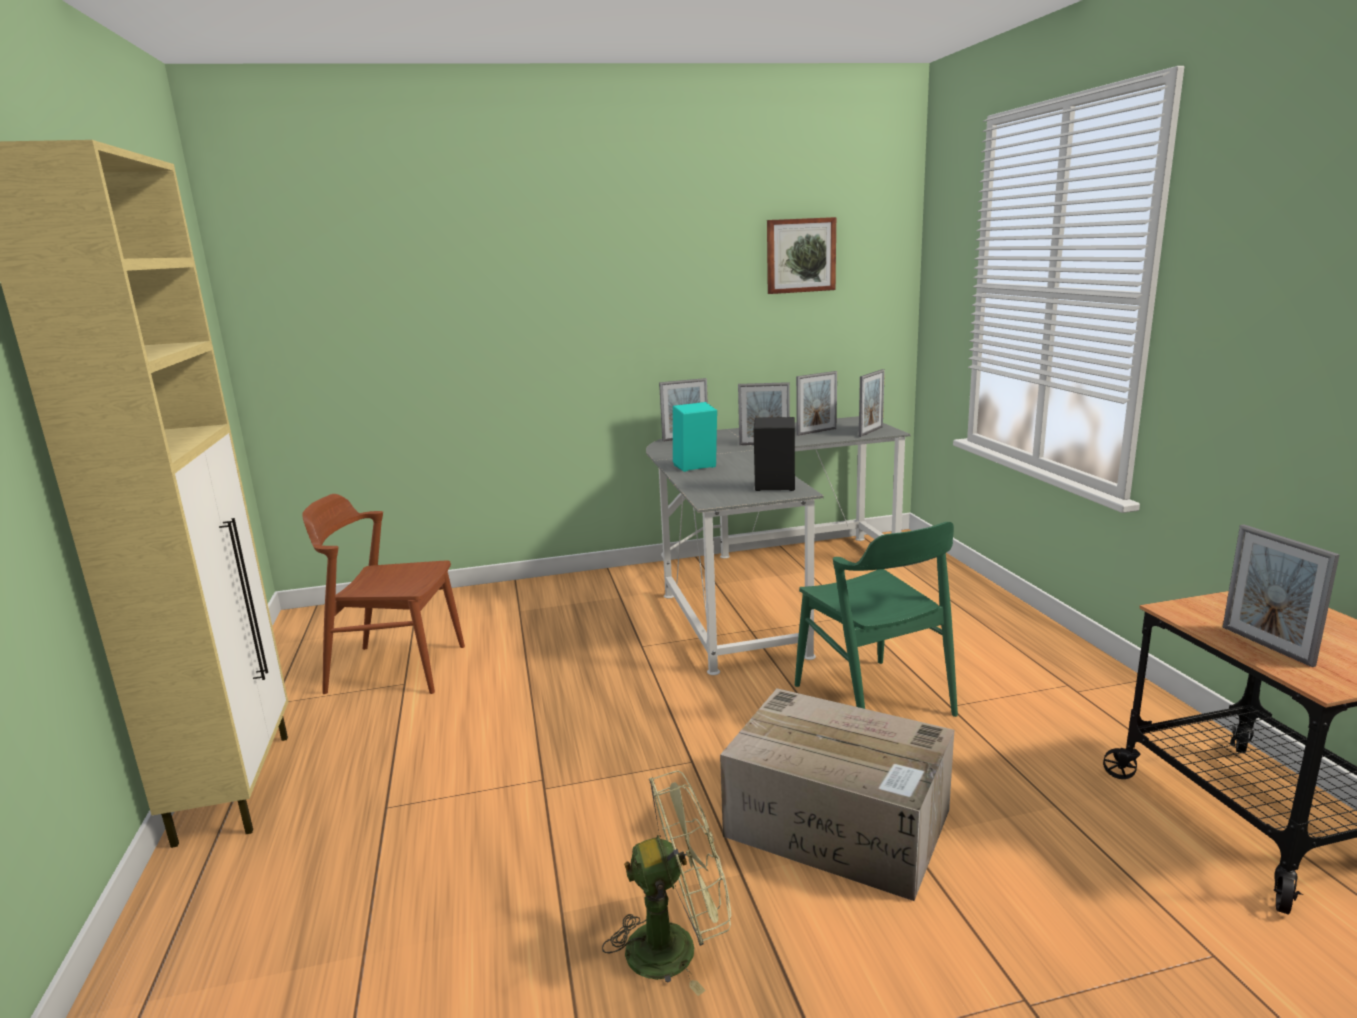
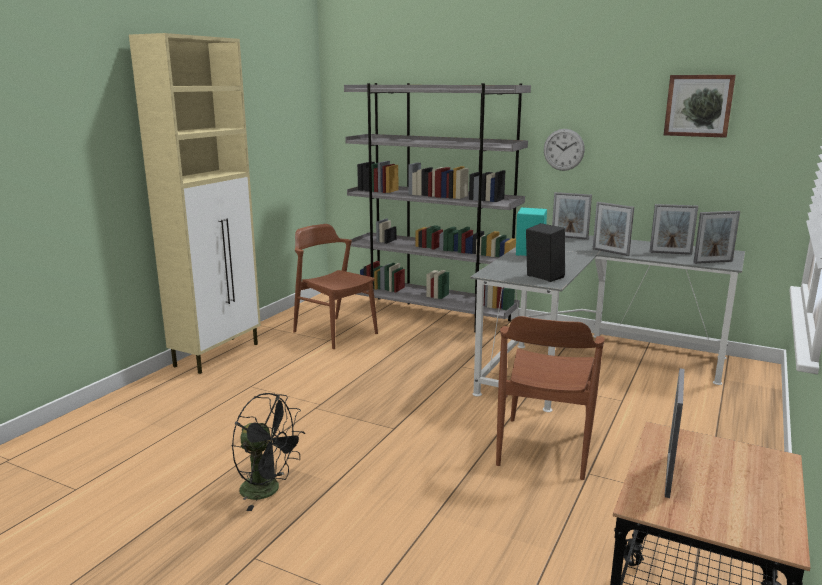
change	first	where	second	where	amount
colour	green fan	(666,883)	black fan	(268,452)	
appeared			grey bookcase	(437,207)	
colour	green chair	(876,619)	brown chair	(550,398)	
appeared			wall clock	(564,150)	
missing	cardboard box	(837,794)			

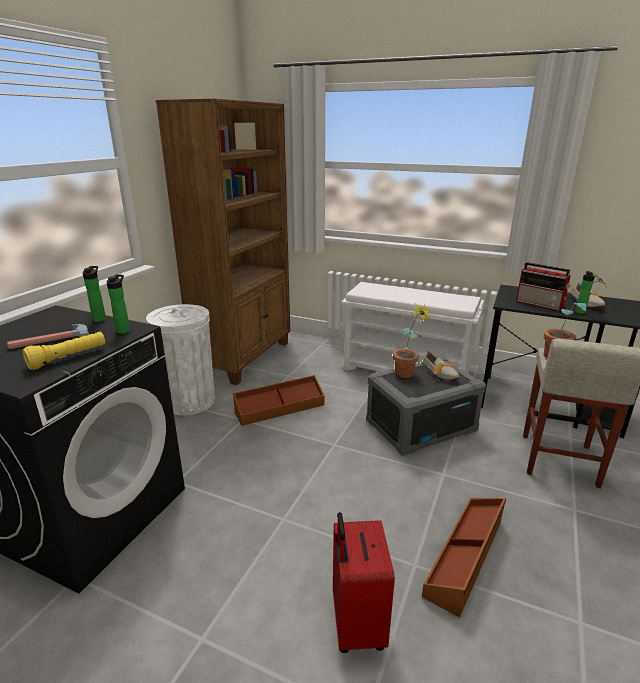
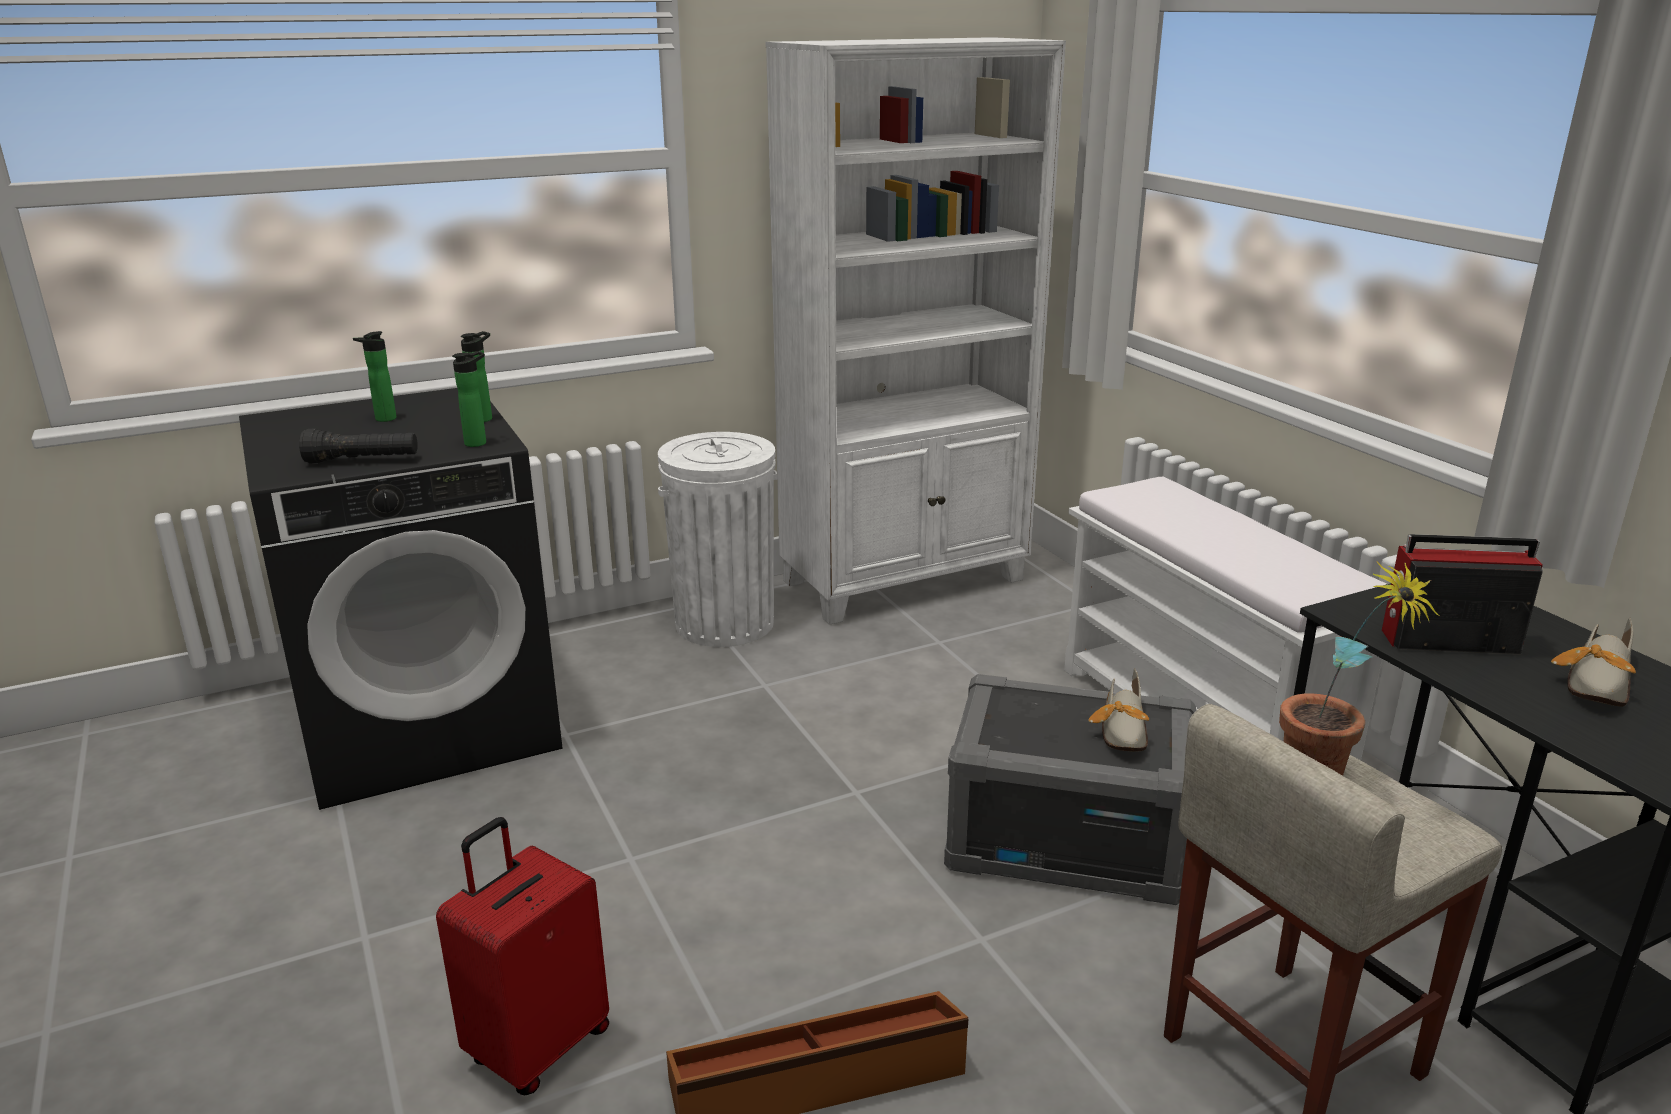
change	first	where	second	where	amount
colour	yellow flashlight	(63,351)	black flashlight	(358,446)	
relocated	bottle	(585,292)		(375,376)	
colour	brown bookcase	(223,242)	white bookcase	(916,331)	
spun	radio	(543,286)		(1462,594)	105 degrees clockwise
missing	hammer	(48,336)			
missing	brown storage box	(278,400)			
missing	potted plant	(413,341)			

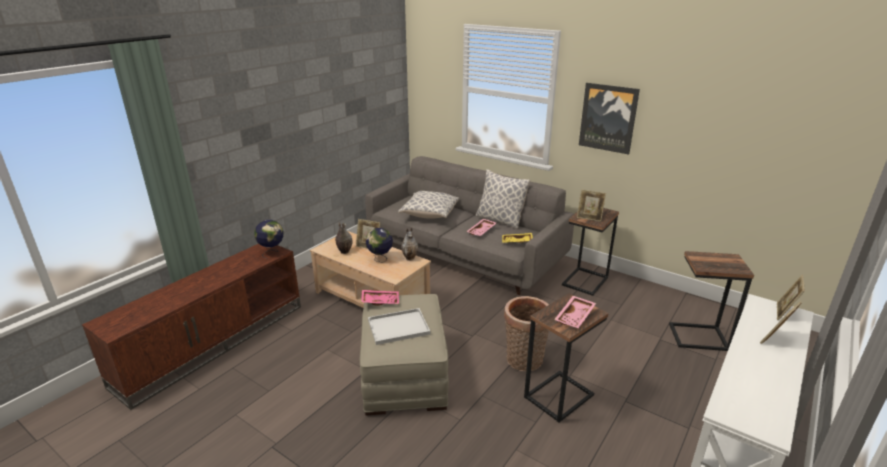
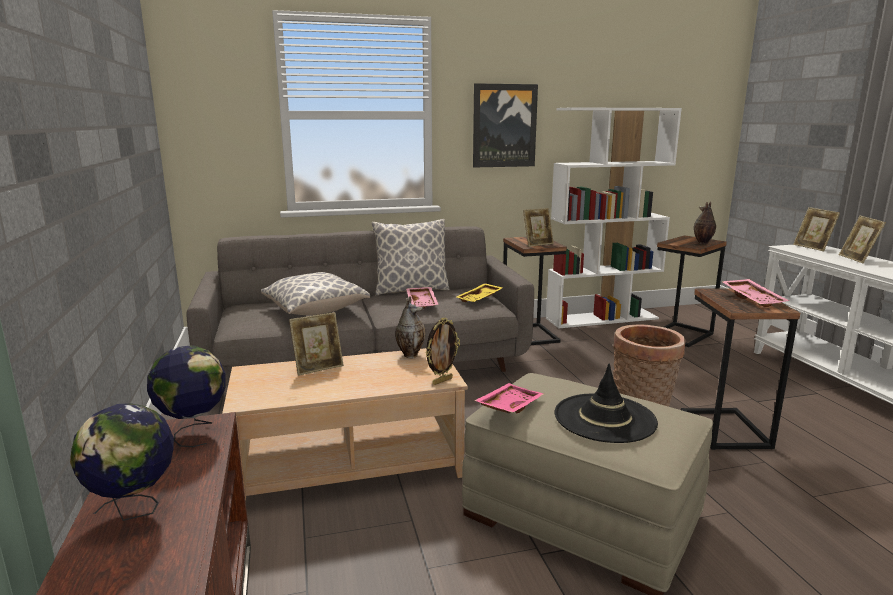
change	first	where	second	where	amount
relocated	globe	(379,245)		(122,462)	
appeared			picture frame	(443,351)	
appeared			white bookcase	(614,217)	
exchanged	white tray	(399,326)	black hat	(606,403)	
relocated	vase	(343,238)		(705,222)	

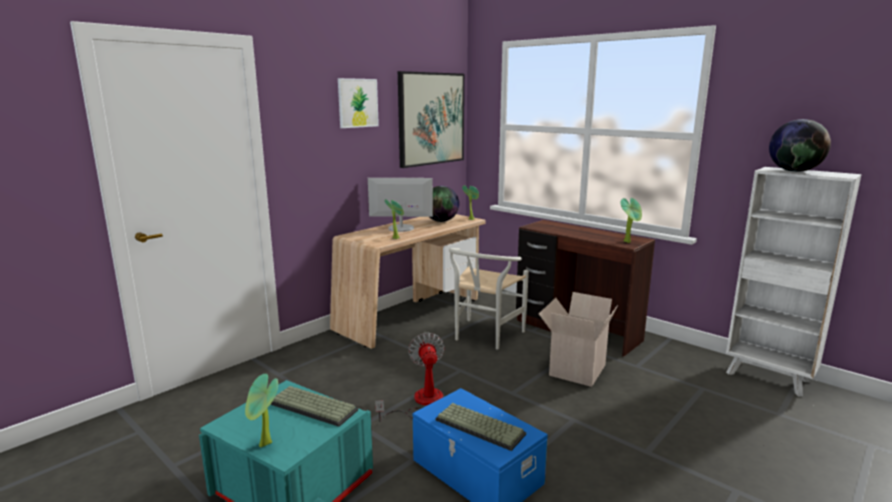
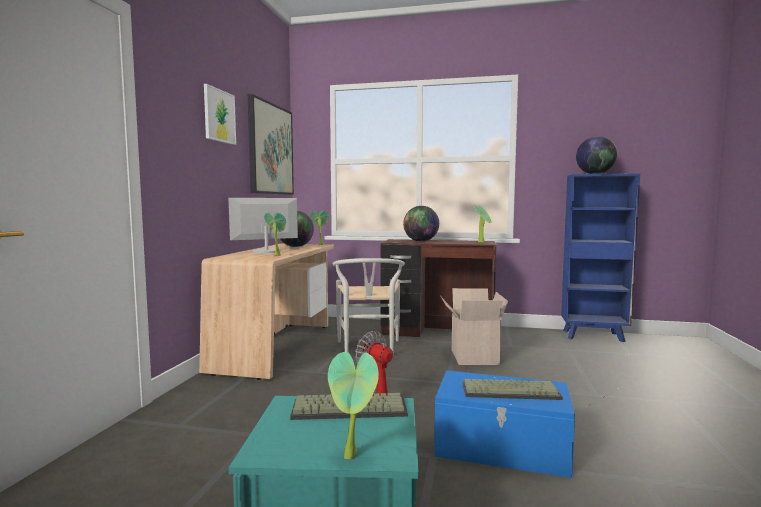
change	first	where	second	where	amount
appeared			globe	(421,224)	
colour	white bookcase	(794,281)	blue bookcase	(600,257)	

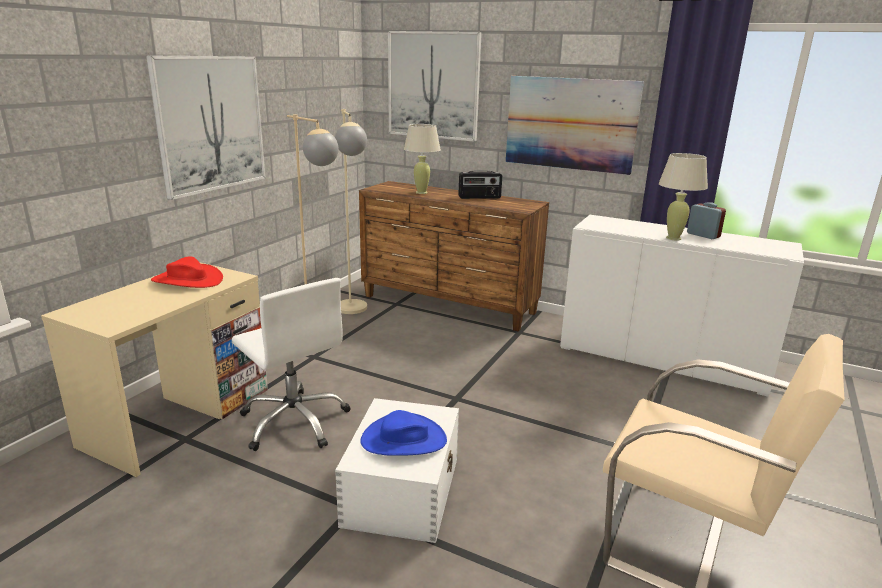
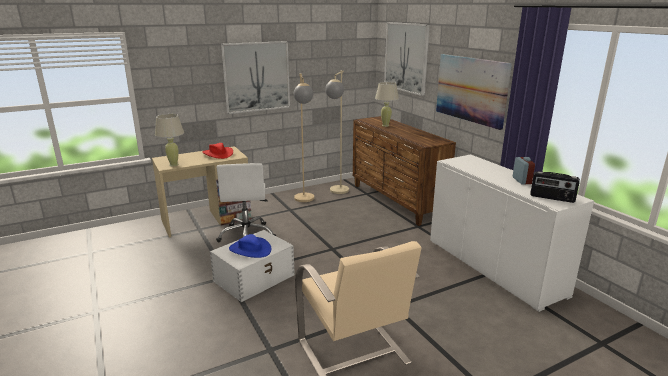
change	first	where	second	where	amount
relocated	beige table lamp	(683,197)		(169,140)	
relocated	radio	(480,184)		(555,187)	

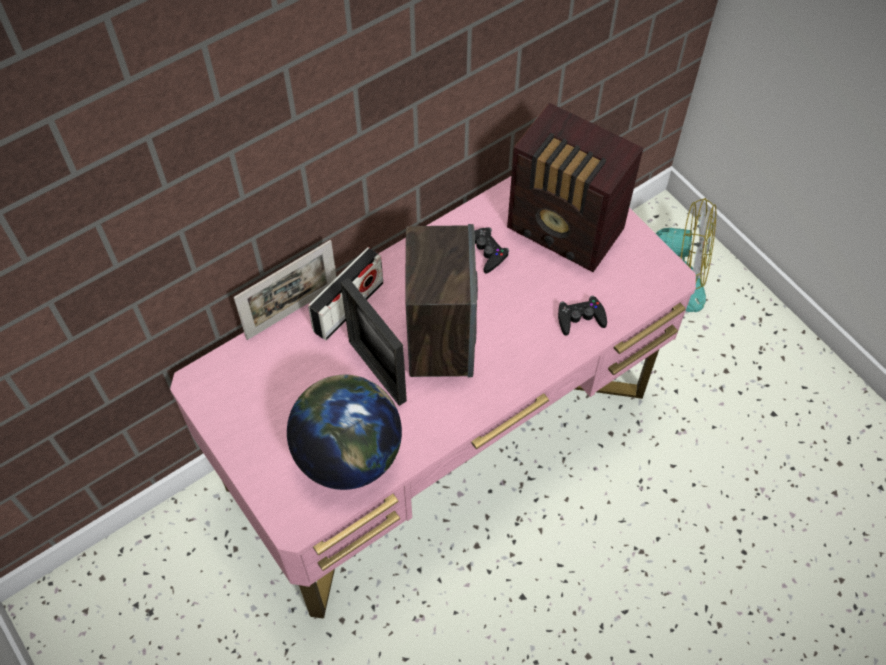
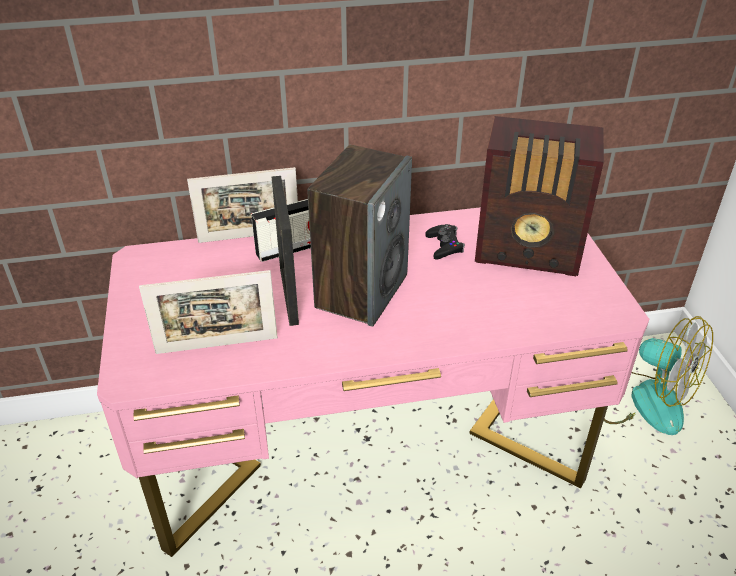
change	first	where	second	where	amount
exchanged	globe	(344,432)	picture frame	(208,312)	
spun	radio	(575,187)		(539,196)	45 degrees counterclockwise
missing	black game controller	(582,316)			

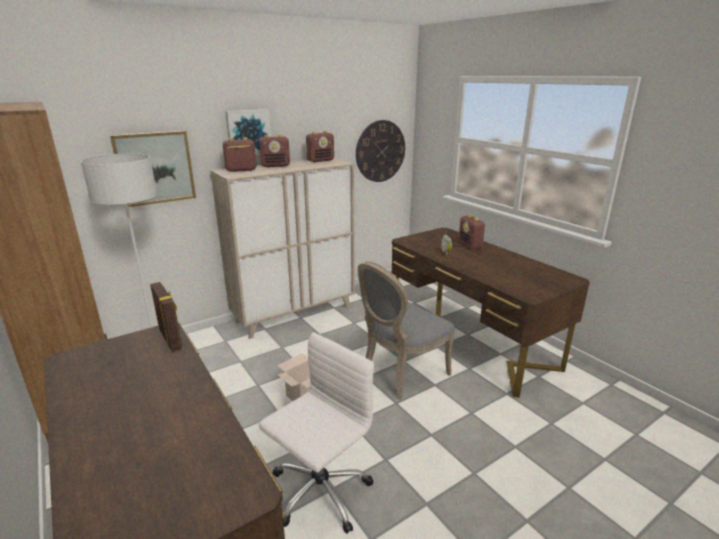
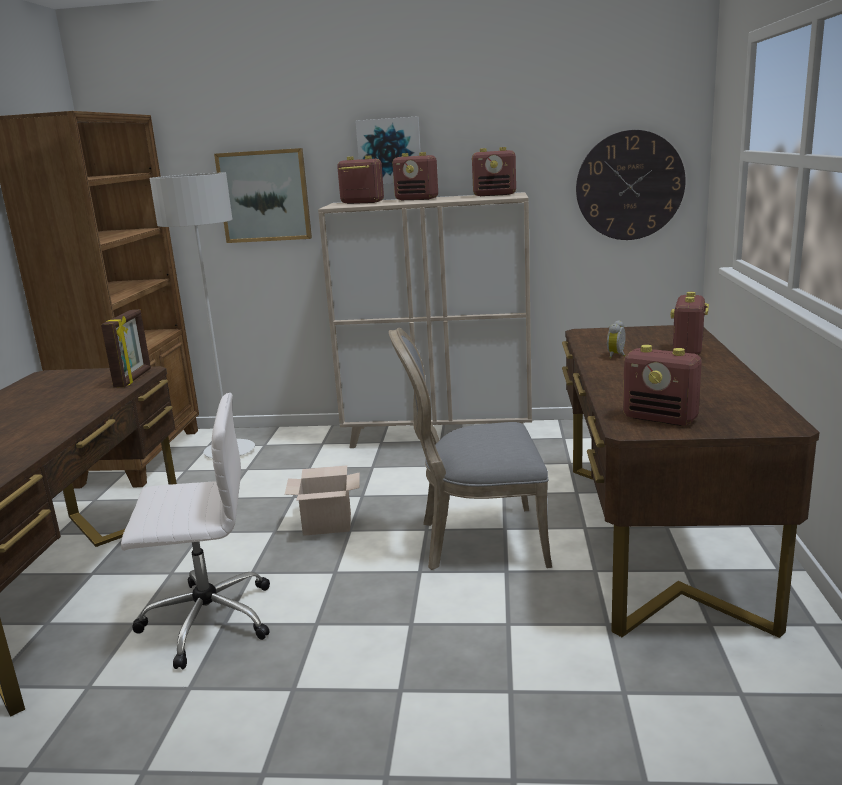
change	first	where	second	where	amount
appeared			radio	(662,385)	

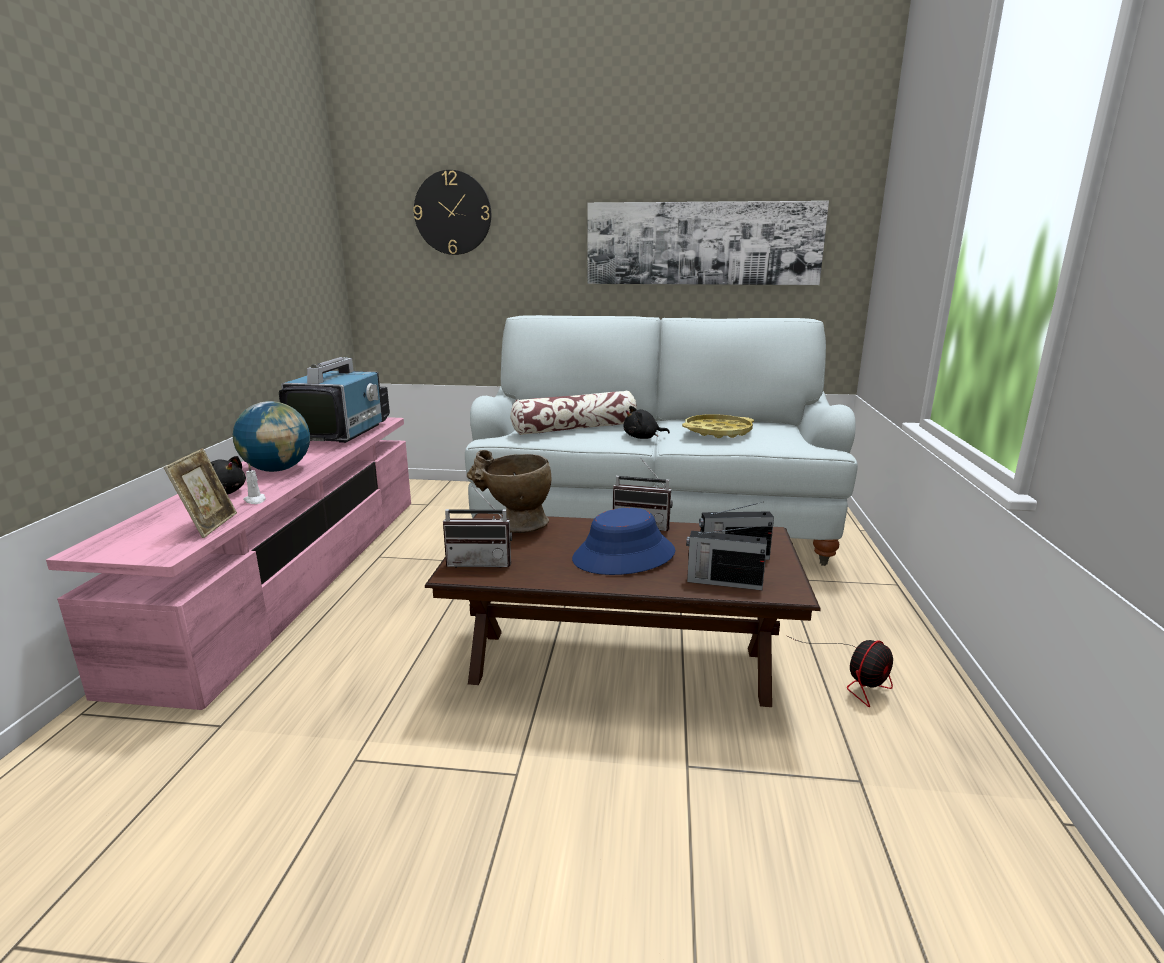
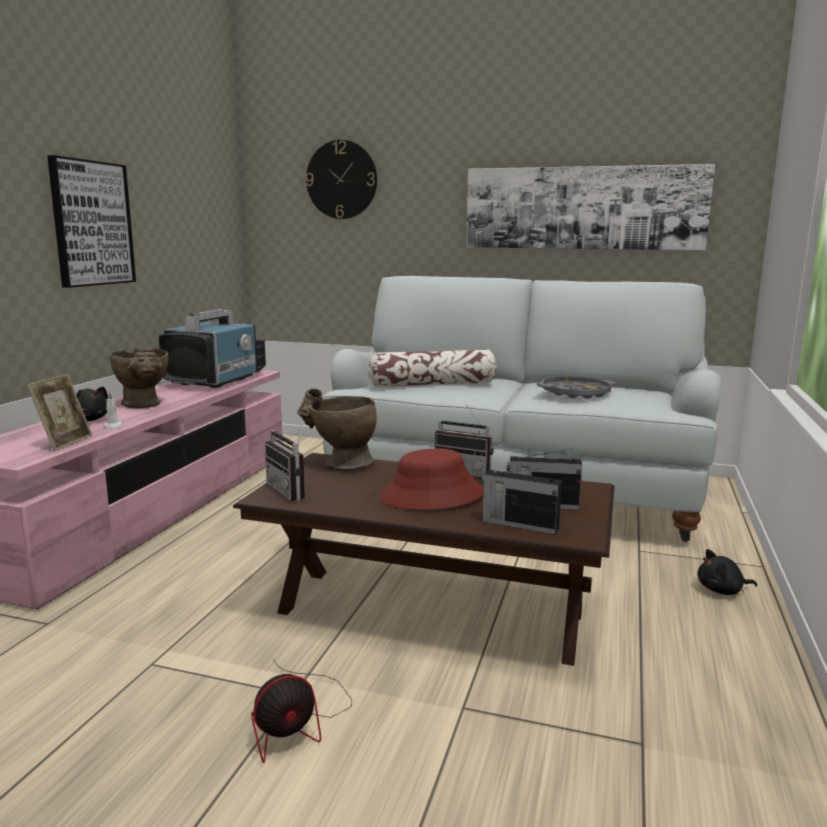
change	first	where	second	where	amount
appeared			picture	(91,221)	
exchanged	globe	(271,436)	beige vase	(139,377)	
relocated	fan	(839,671)		(301,711)	
spun	radio	(477,527)		(285,459)	45 degrees clockwise
colour	blue hat	(623,541)	red hat	(431,479)	
colour	yellow tray	(718,426)	grey tray	(576,387)	
relocated	black plush toy	(647,422)		(727,572)	

